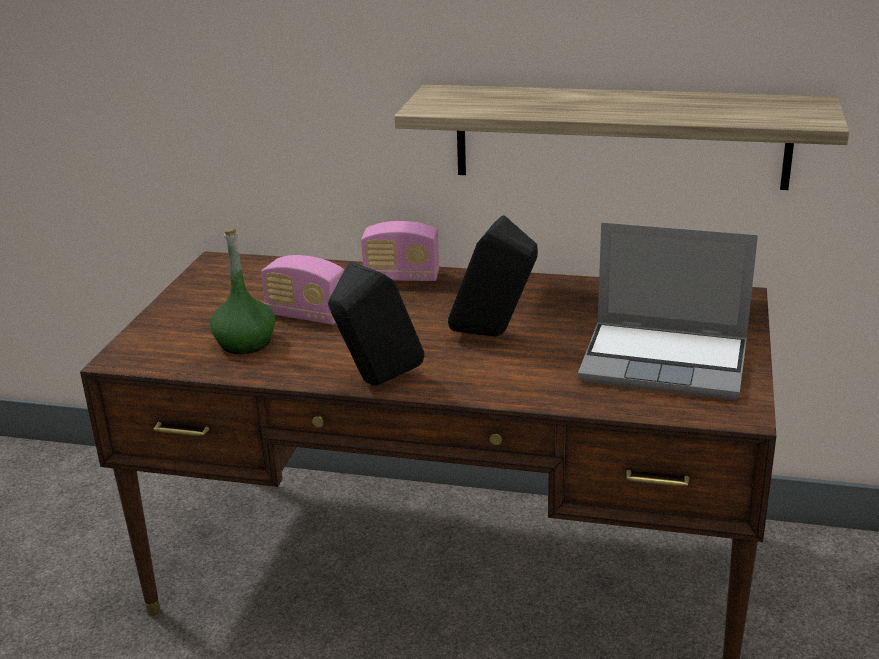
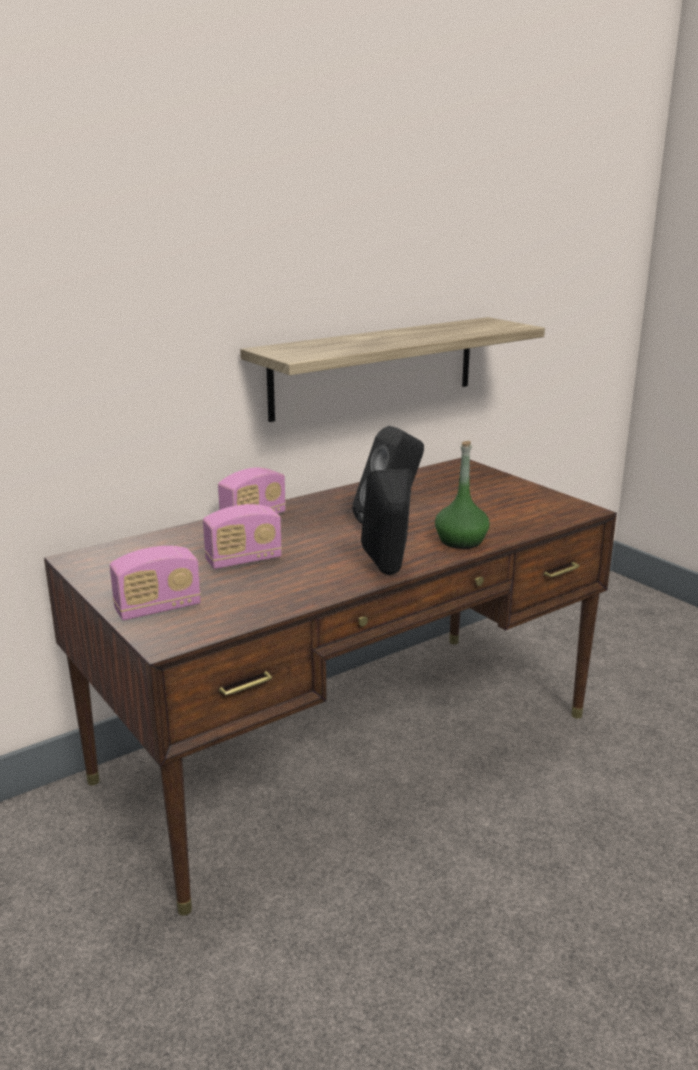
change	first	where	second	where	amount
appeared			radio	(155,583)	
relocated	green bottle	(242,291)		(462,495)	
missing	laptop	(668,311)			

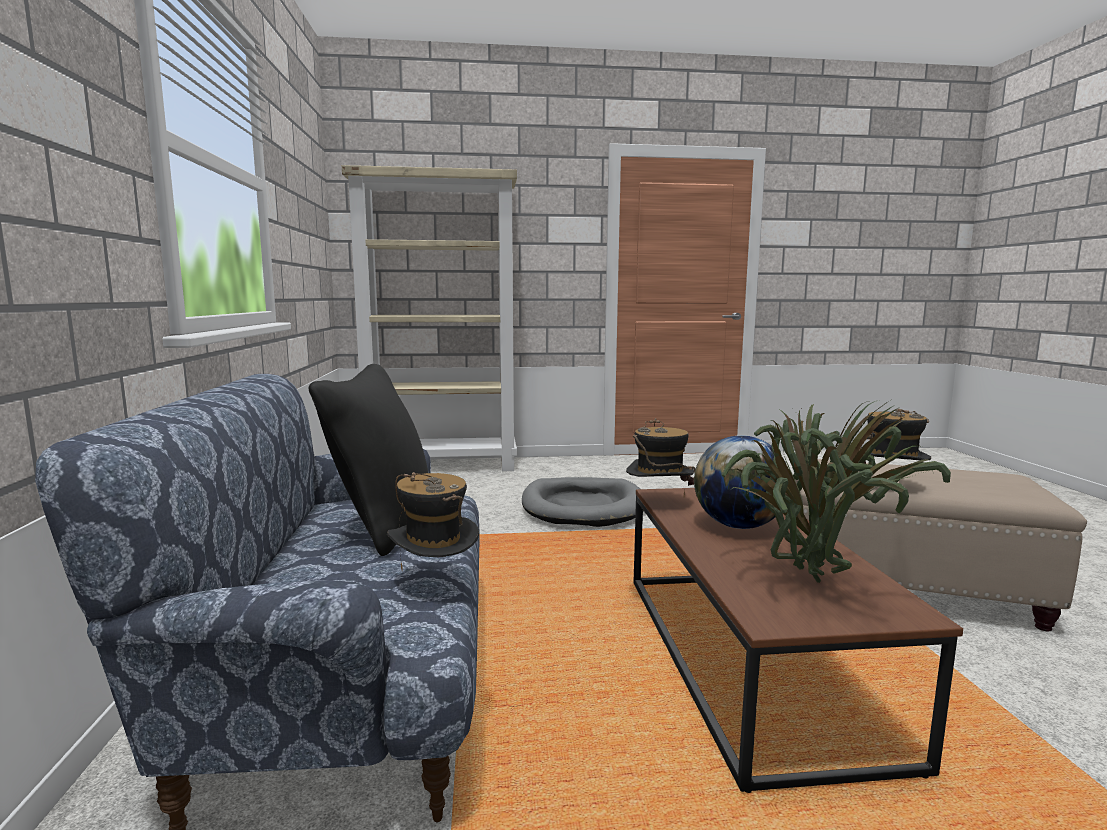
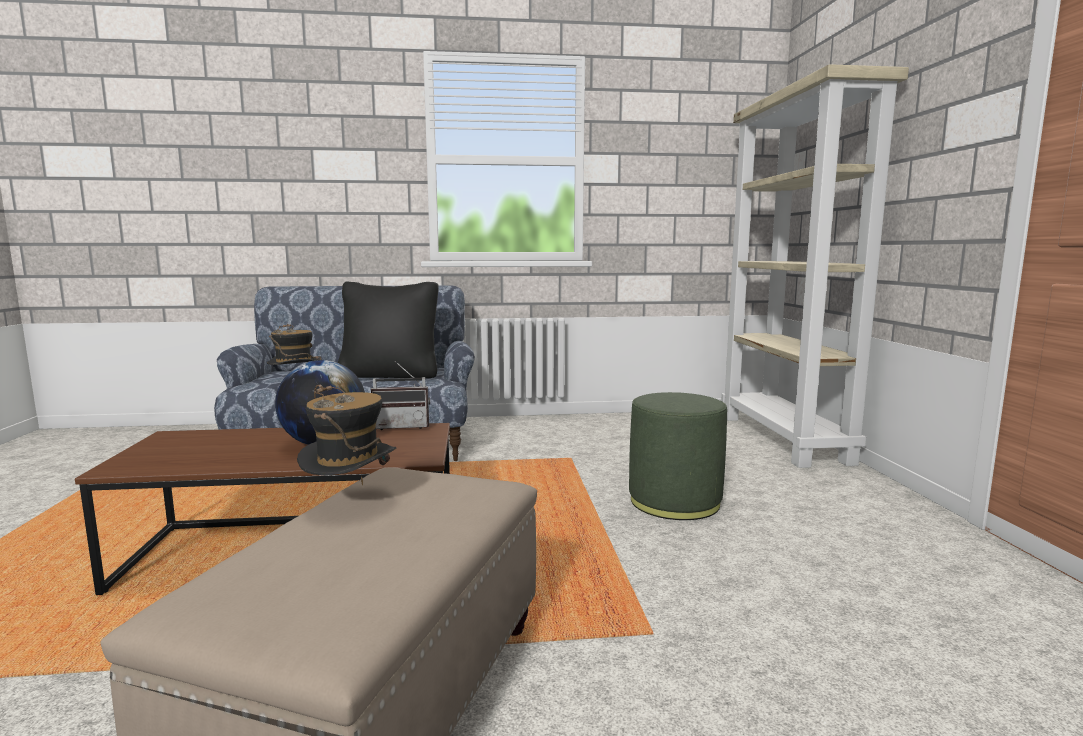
change	first	where	second	where	amount
exchanged	hat	(660,457)	radio	(400,395)	
exchanged	grey dog bed	(583,502)	green ottoman	(678,456)	
missing	potted plant	(836,491)			

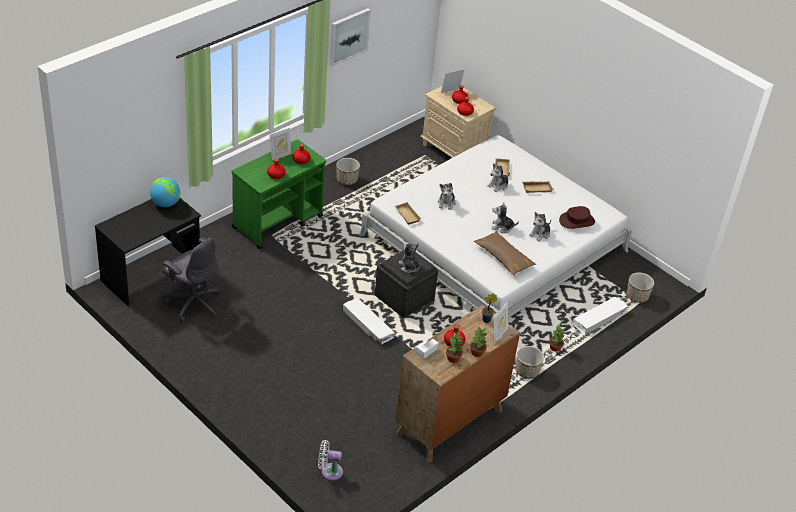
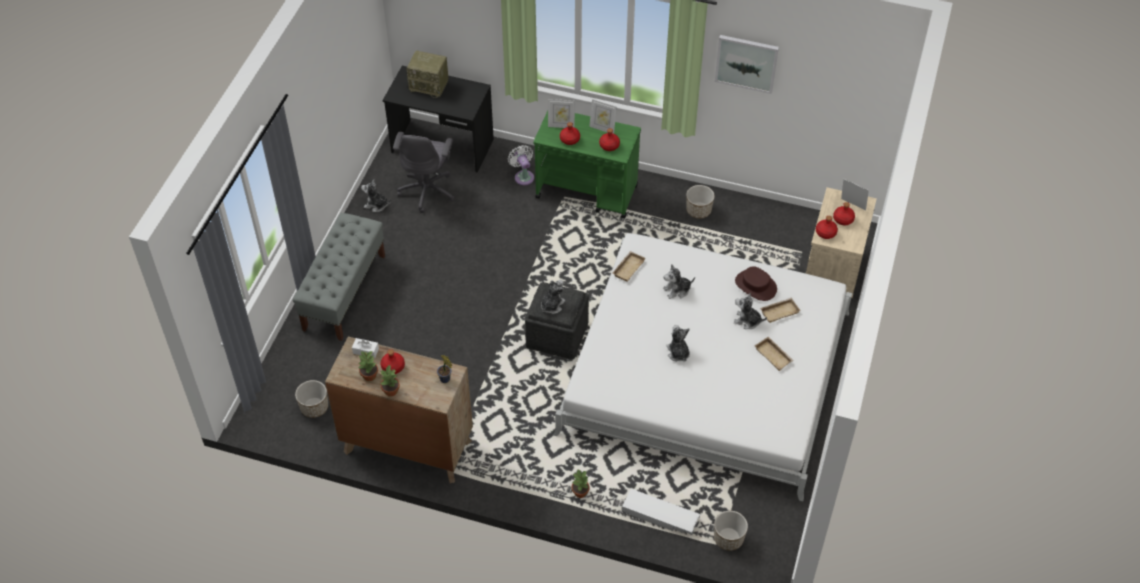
change	first	where	second	where	amount
appeared			grey bench	(339,277)	
relocated	planter	(529,362)		(311,399)	
relocated	plush toy	(540,227)		(376,195)	
appeared			radio	(427,74)	
relocated	white fan	(330,460)		(521,165)	
relocated	picture frame	(500,323)		(561,113)	
relocated	brown hat	(577,217)		(756,283)	
missing	globe	(165,192)			
missing	white storage box	(369,321)			
missing	brown pillow	(505,253)			

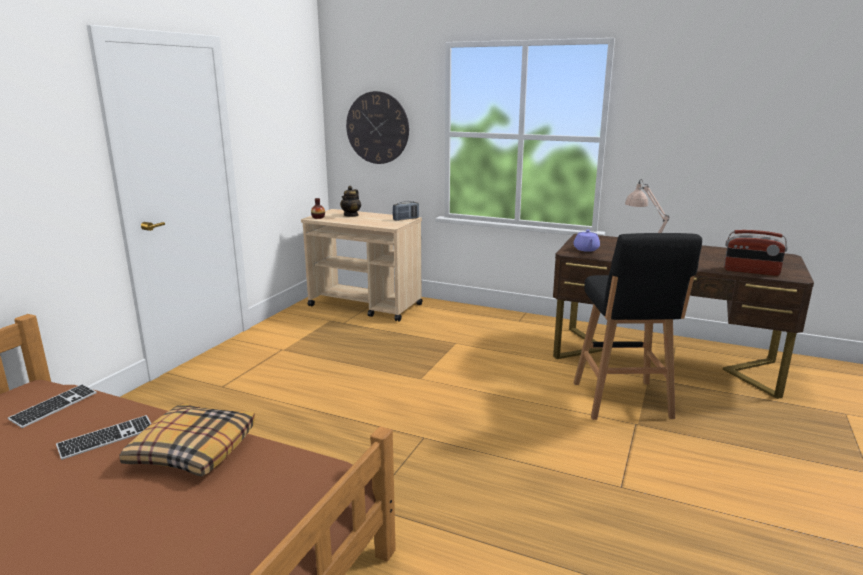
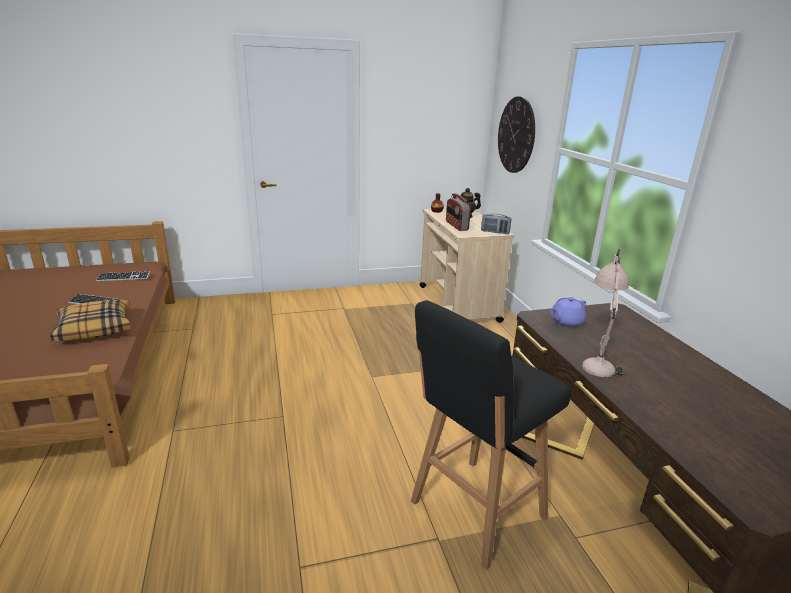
change	first	where	second	where	amount
relocated	radio	(756,253)		(458,212)	

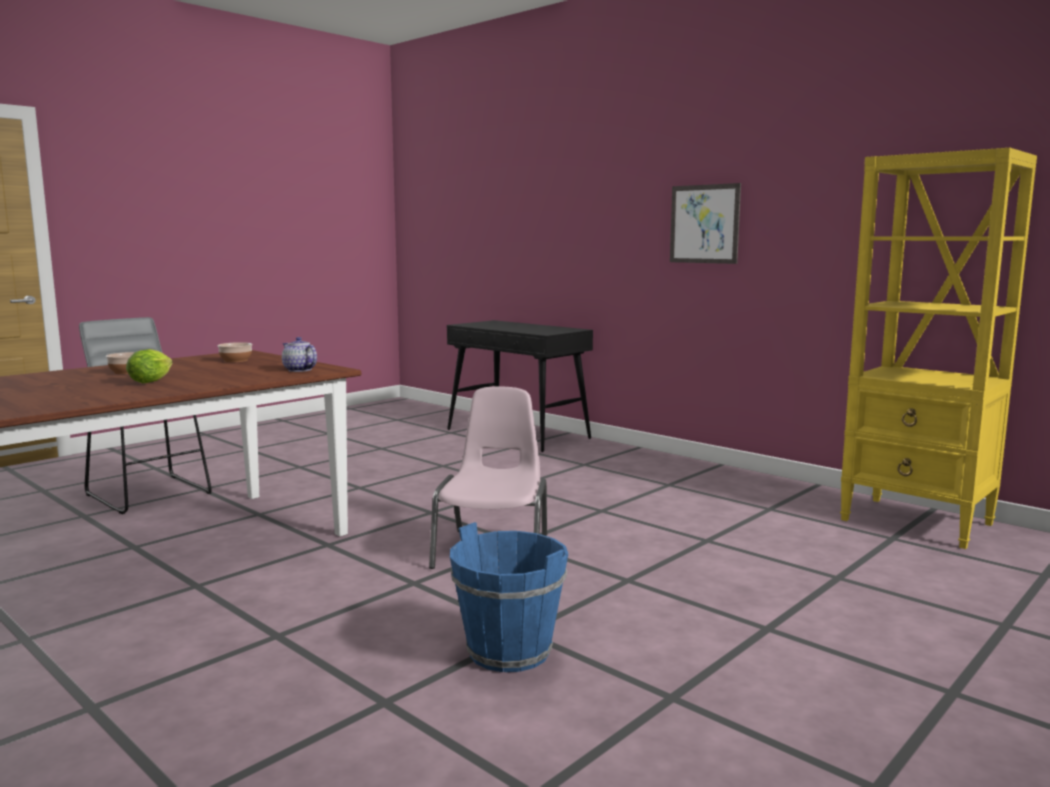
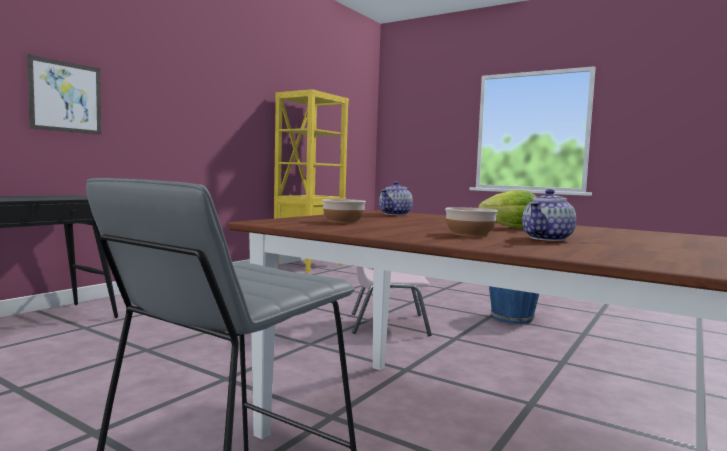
change	first	where	second	where	amount
relocated	picture	(705,223)		(64,94)	
appeared			teapot	(549,215)	

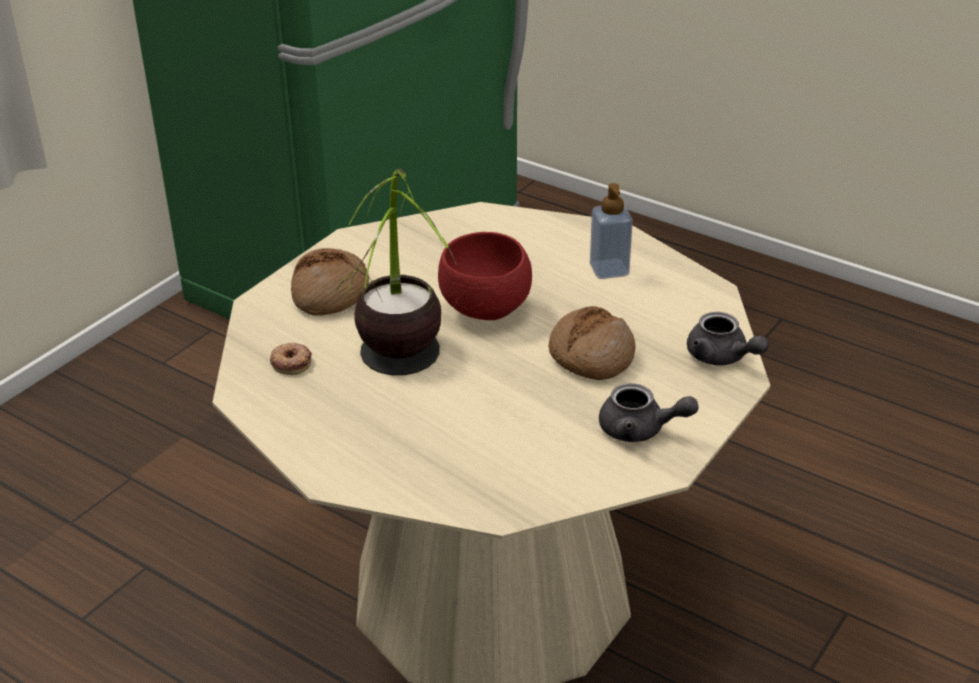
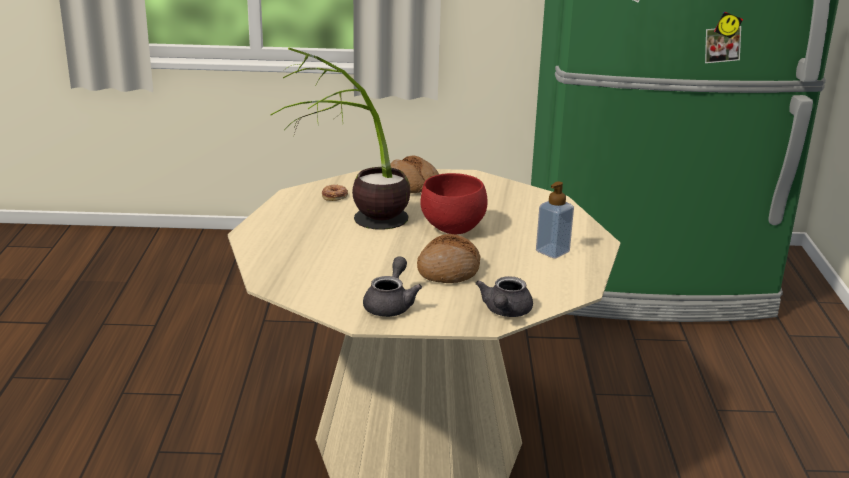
change	first	where	second	where	amount
spun	grey teapot	(649,412)		(392,286)	150 degrees counterclockwise

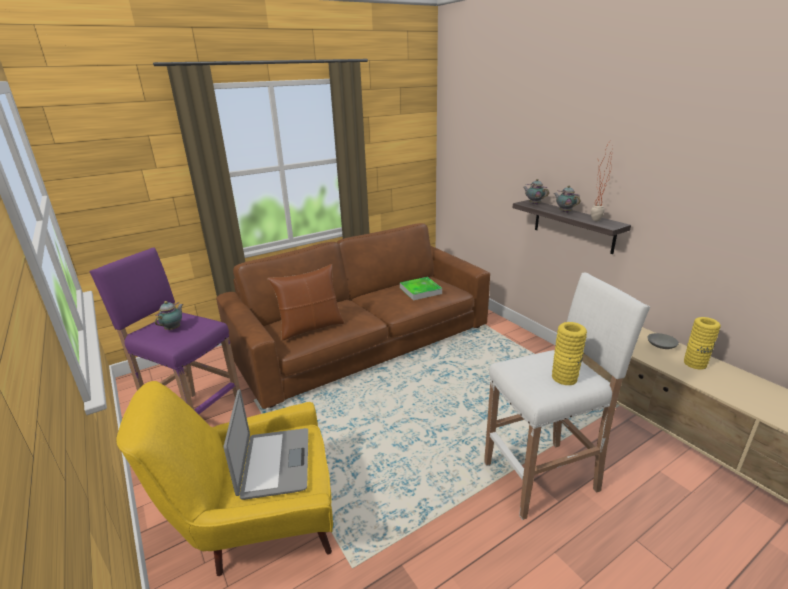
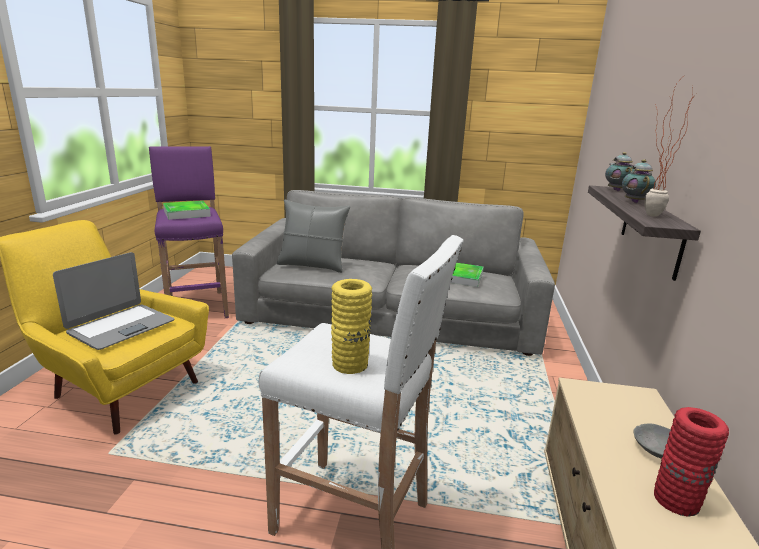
change	first	where	second	where	amount
exchanged	teapot	(169,316)	tray	(187,210)	
colour	brown sofa	(353,316)	grey sofa	(393,273)	
colour	brown pillow	(305,302)	grey pillow	(313,236)	
colour	yellow vase	(702,343)	red vase	(691,462)	

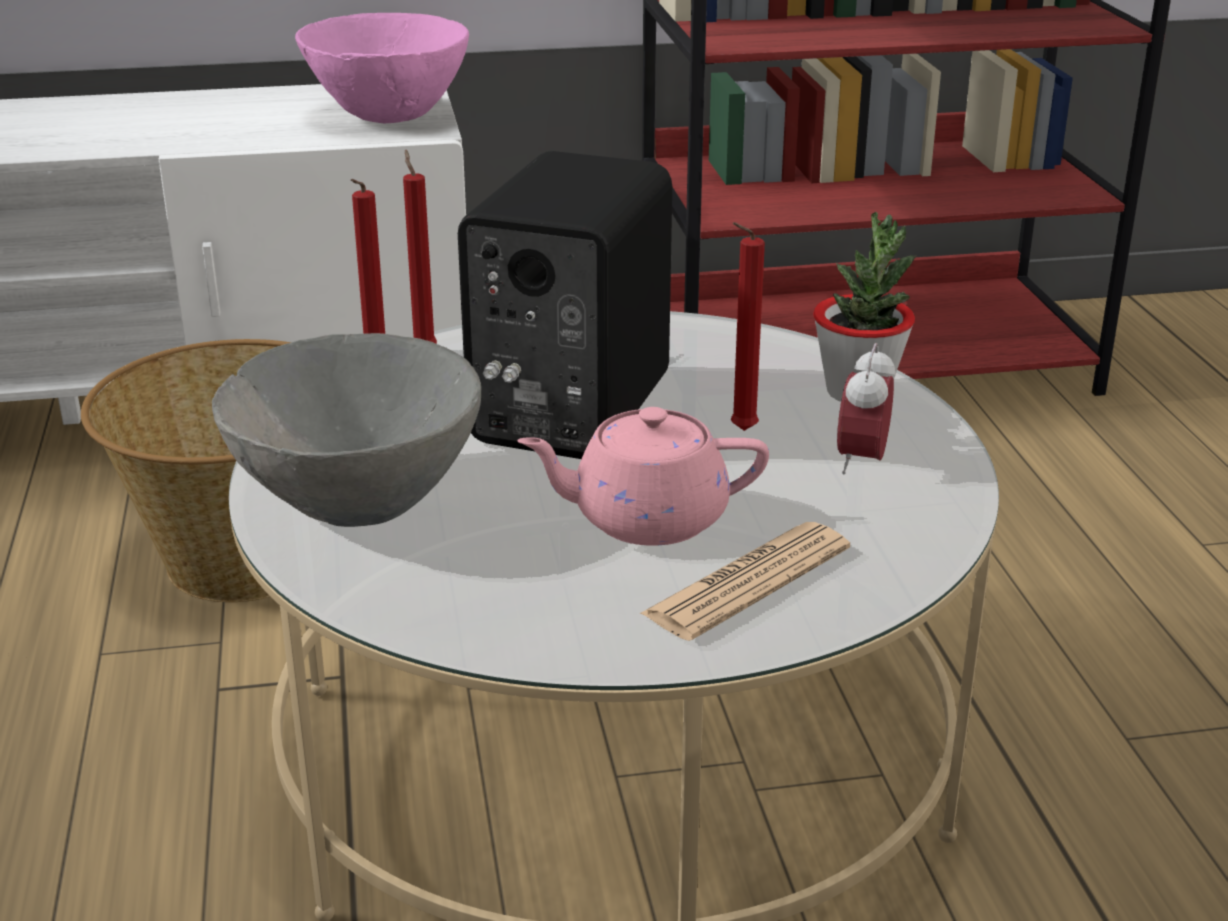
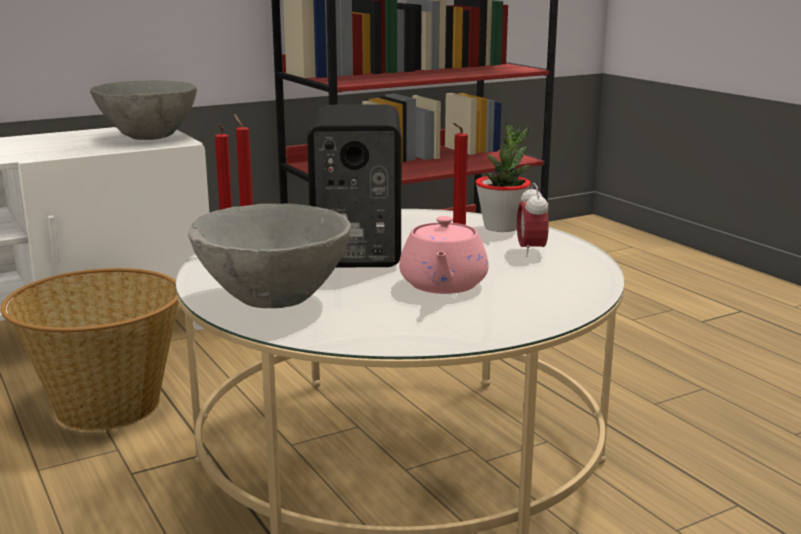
change	first	where	second	where	amount
colour	pink bowl	(382,68)	grey bowl	(143,110)	
spun	pink teapot	(643,476)		(444,255)	60 degrees counterclockwise
missing	newspaper	(744,581)			

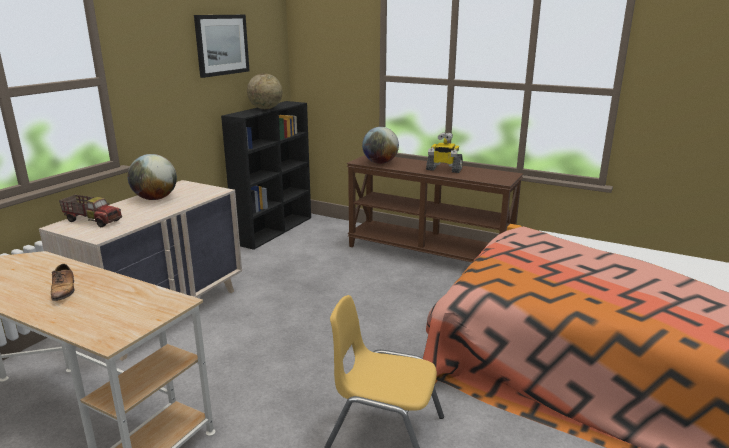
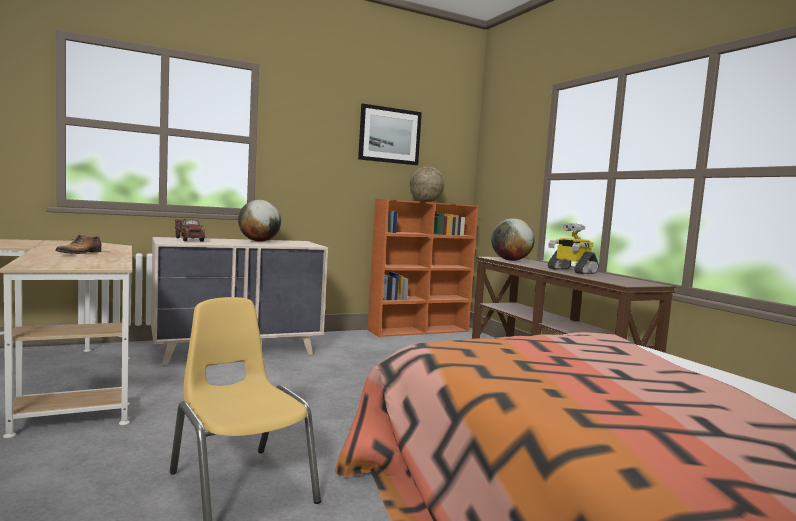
change	first	where	second	where	amount
colour	black bookcase	(266,175)	orange bookcase	(423,268)	

